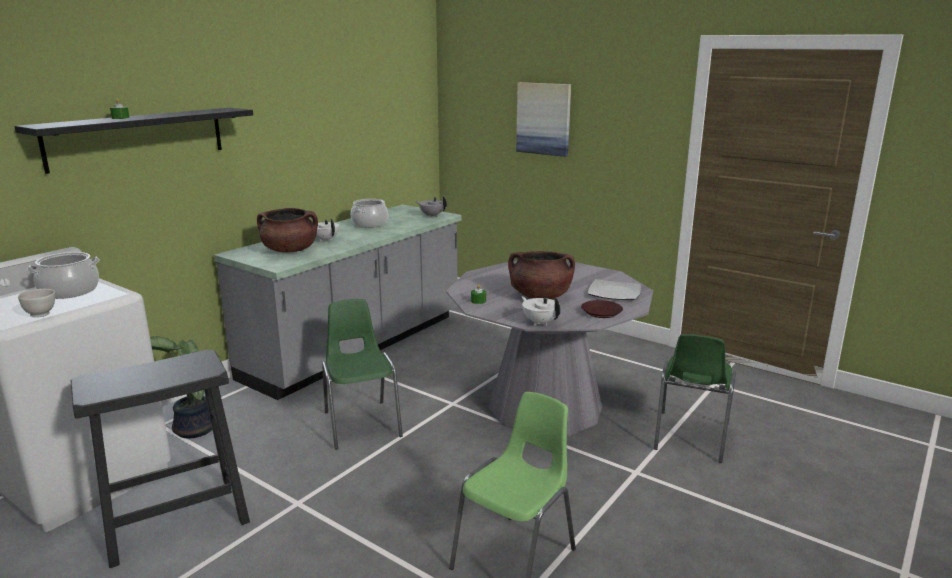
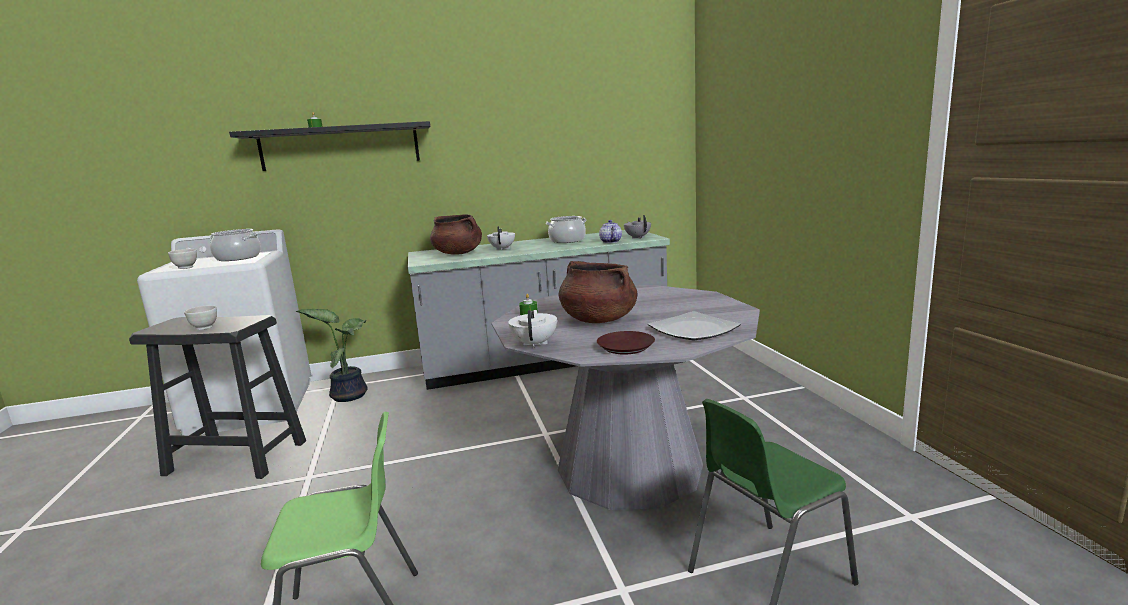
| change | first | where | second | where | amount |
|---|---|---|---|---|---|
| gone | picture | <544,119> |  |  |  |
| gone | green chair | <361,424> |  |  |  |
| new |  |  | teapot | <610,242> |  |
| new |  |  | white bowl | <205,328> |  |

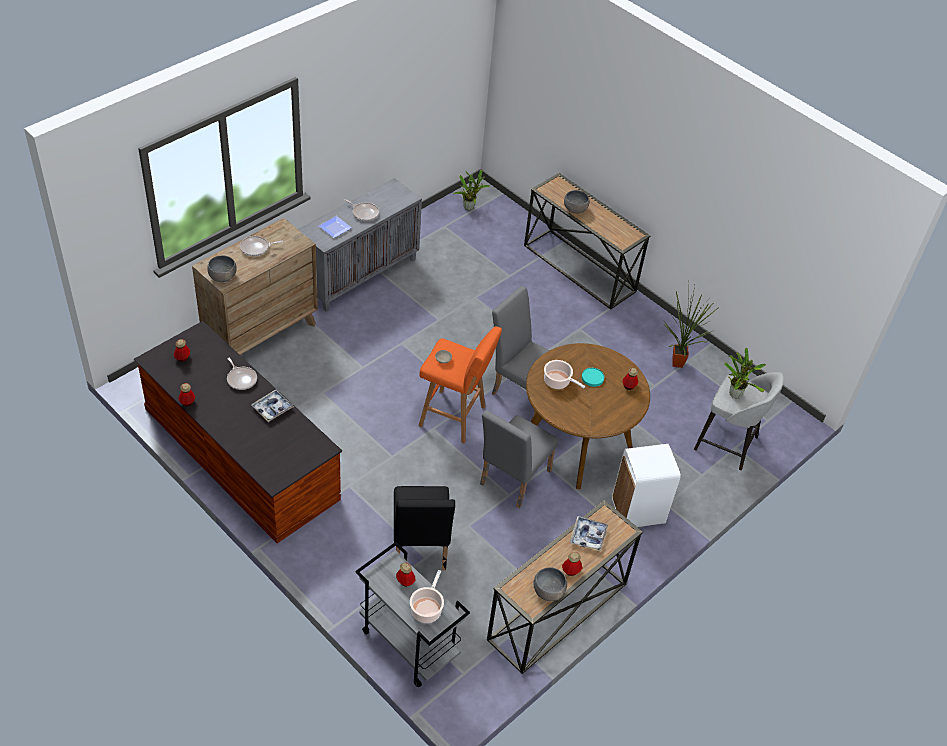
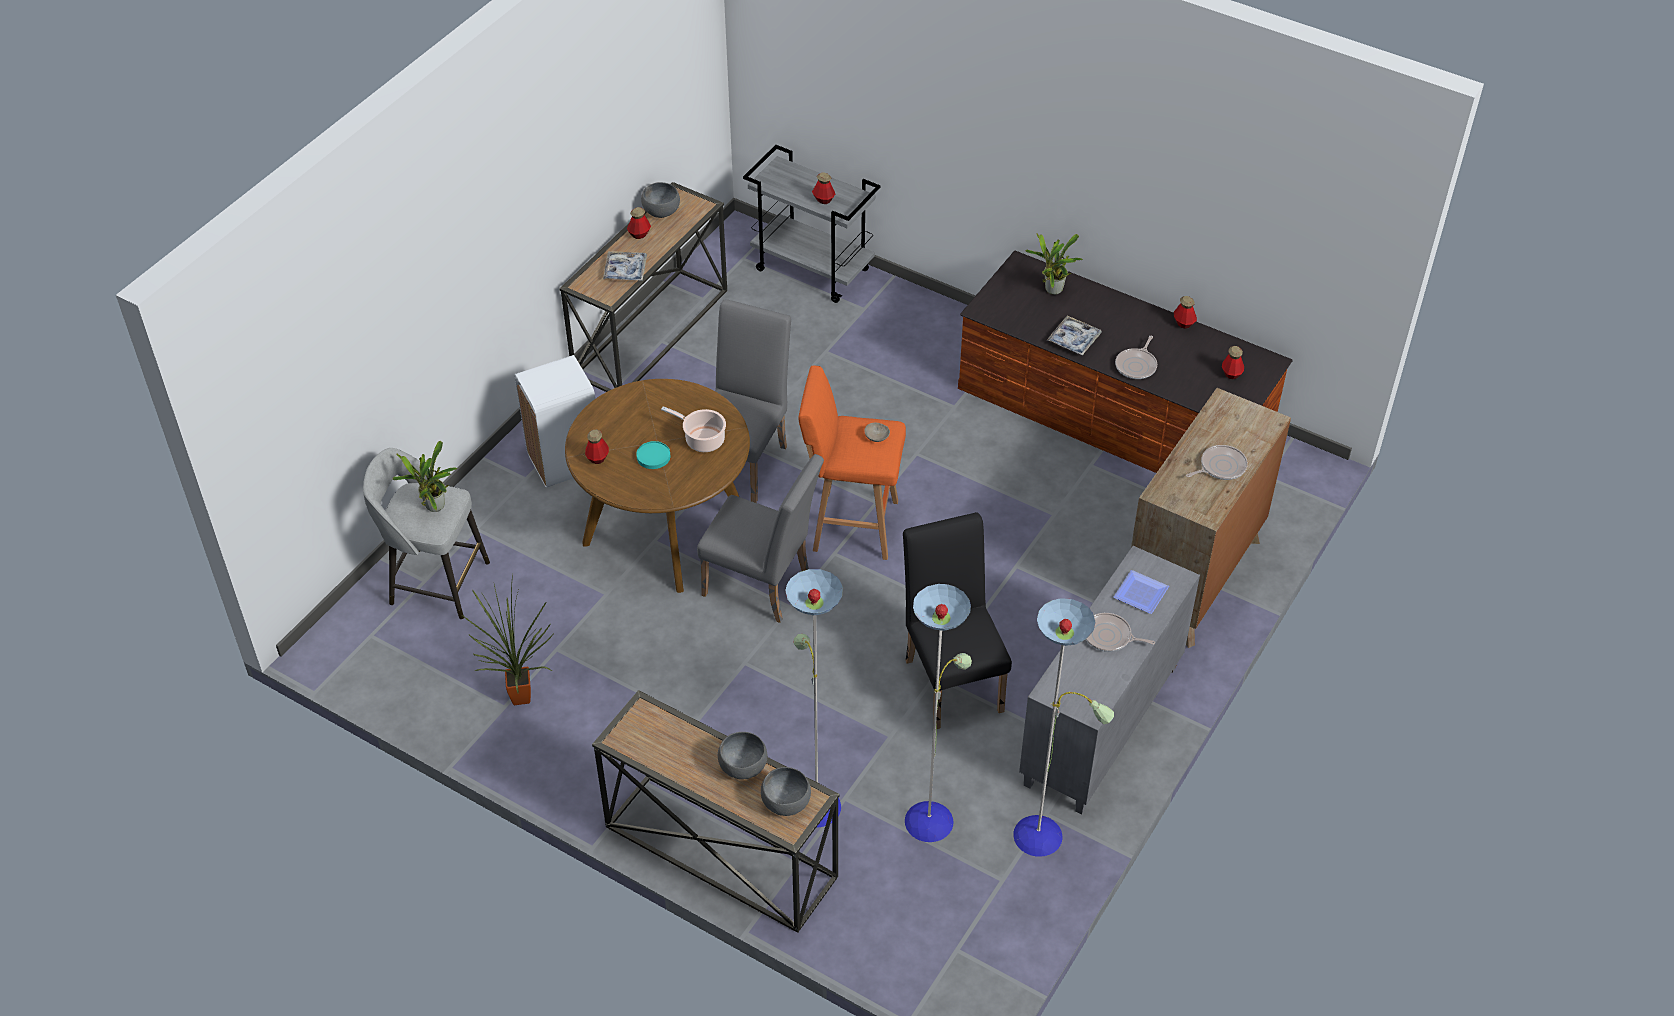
| change | first | where | second | where | amount |
|---|---|---|---|---|---|
| shifted | potted plant | <470,207> |  | <1052,291> |  |
| shifted | grey bowl | <222,277> |  | <786,802> |  |
| rotated | frying pan | <241,379> |  | <1137,365> | 105 degrees counterclockwise |
| shifted | black chair | <419,549> |  | <952,678> |  |
| gone | cooking pot | <427,609> |  |  |  |
| new |  |  | floor lamp | <929,818> |  |

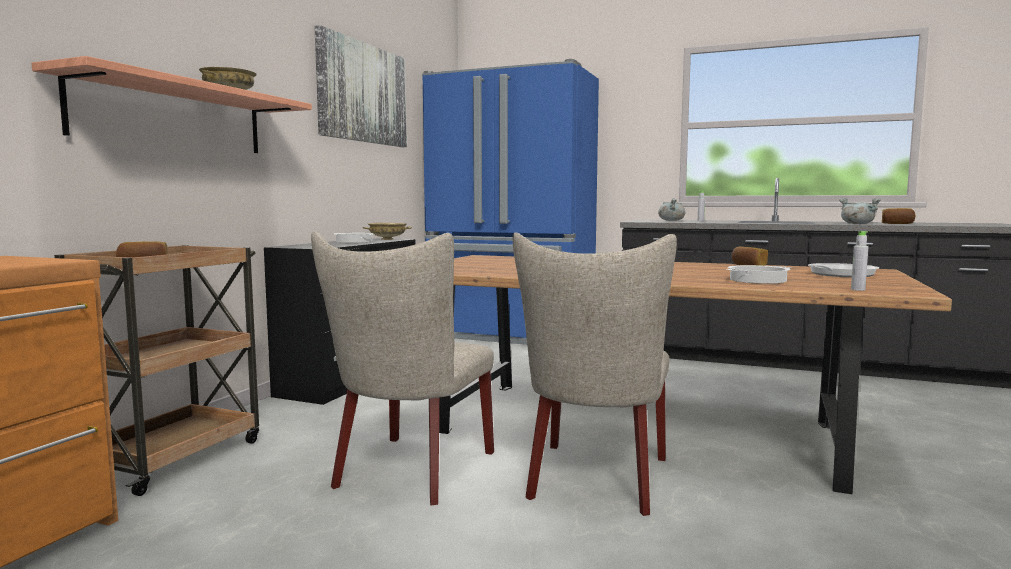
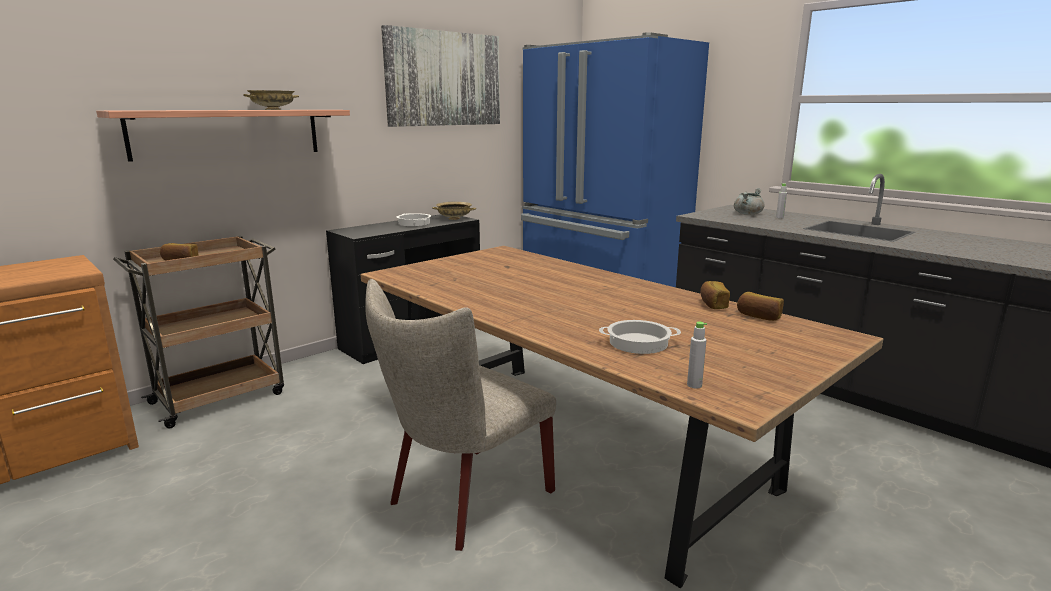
| change | first | where | second | where | amount |
|---|---|---|---|---|---|
| gone | grey cooking pot | <856,224> |  |  |  |
| shifted | bread | <897,223> |  | <758,316> |  |
| gone | beige chair | <409,473> |  |  |  |
| gone | frying pan | <838,274> |  |  |  |

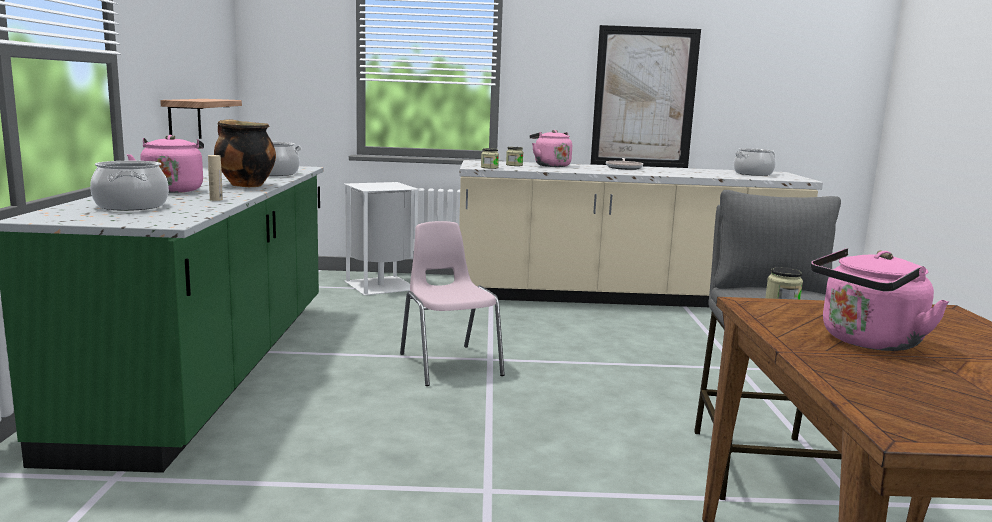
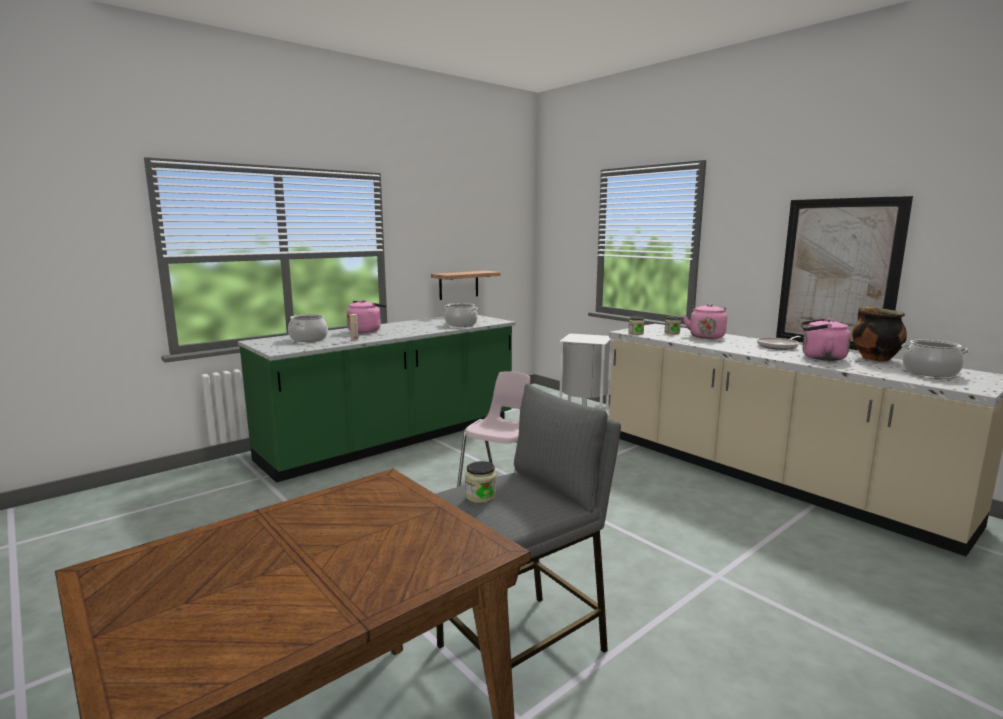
| change | first | where | second | where | amount |
|---|---|---|---|---|---|
| shifted | cooking pot | <244,185> |  | <873,358> |  |
| shifted | pink kettle | <867,342> |  | <820,357> |  |

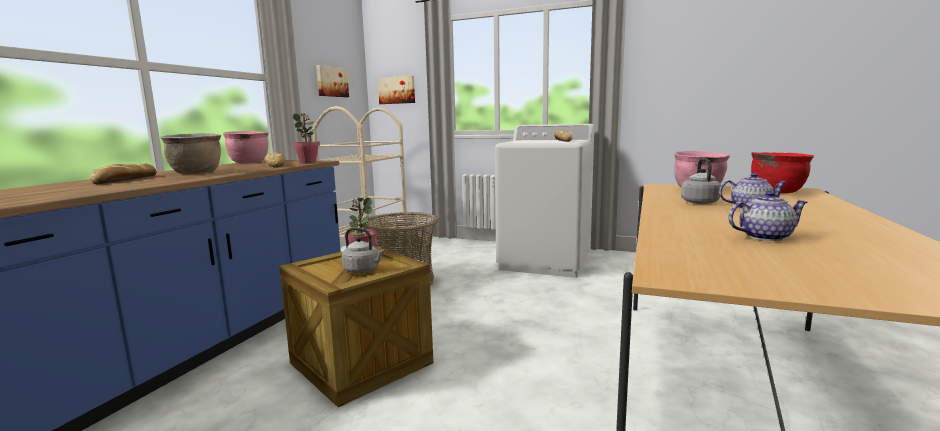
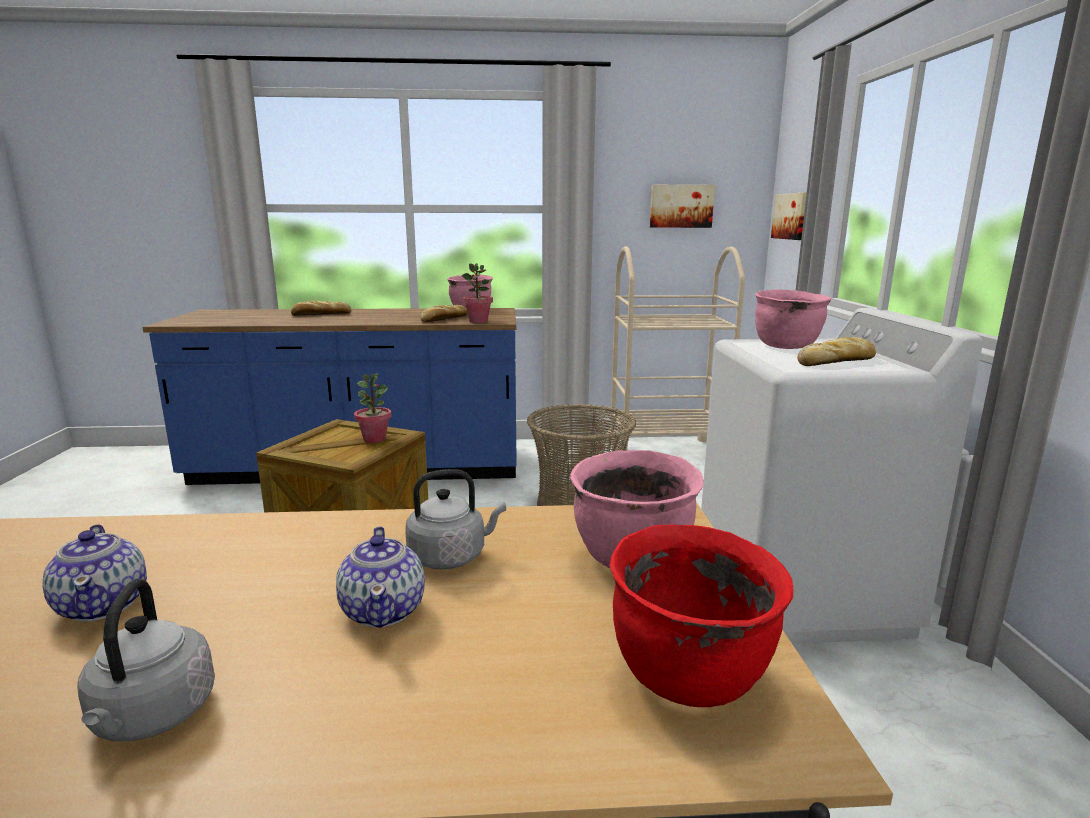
| change | first | where | second | where | amount |
|---|---|---|---|---|---|
| gone | brown cooking pot | <197,173> |  |  |  |
| shifted | grey kettle | <363,270> |  | <152,717> |  |
| new |  |  | pink cooking pot | <787,346> |  |

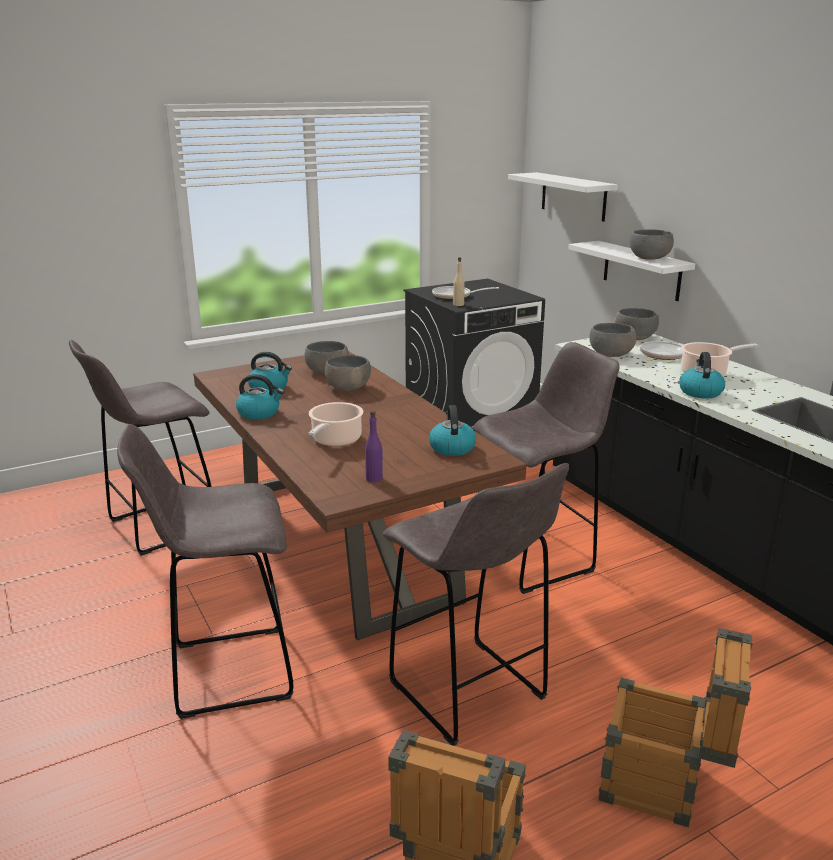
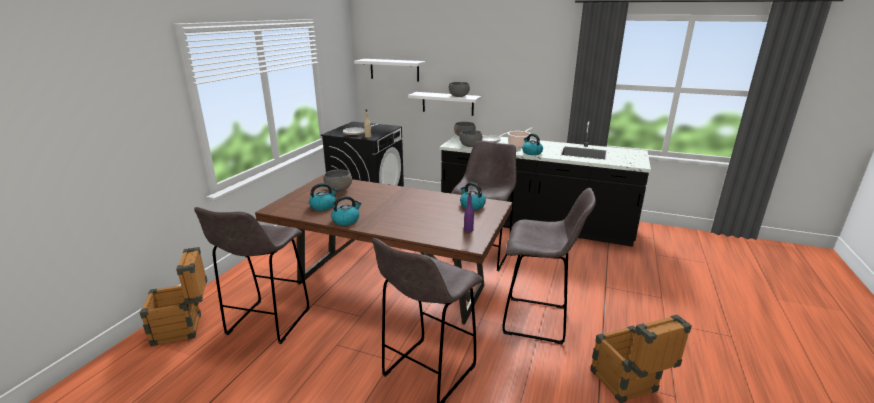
| change | first | where | second | where | amount |
|---|---|---|---|---|---|
| gone | grey bowl | <348,387> |  |  |  |
| gone | cooking pot | <335,440> |  |  |  |
| shifted | crate | <663,787> |  | <184,328> |  |

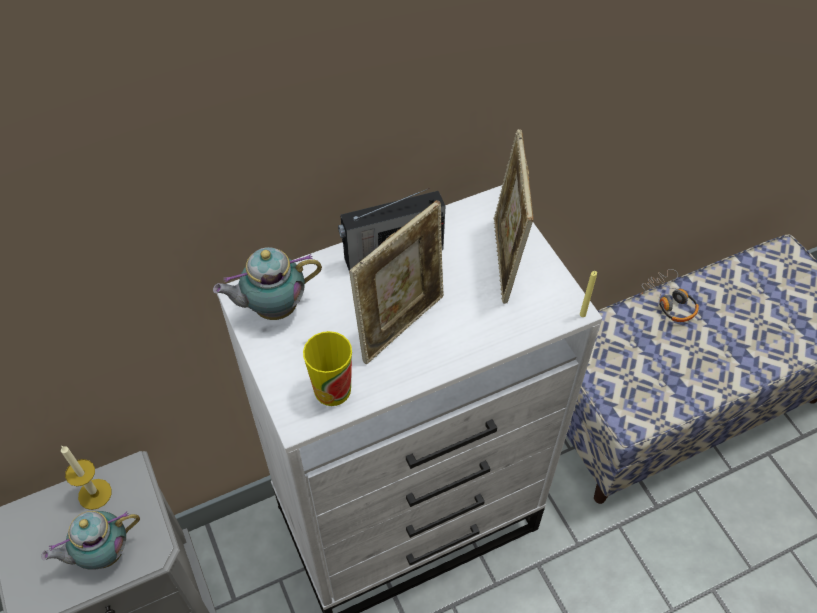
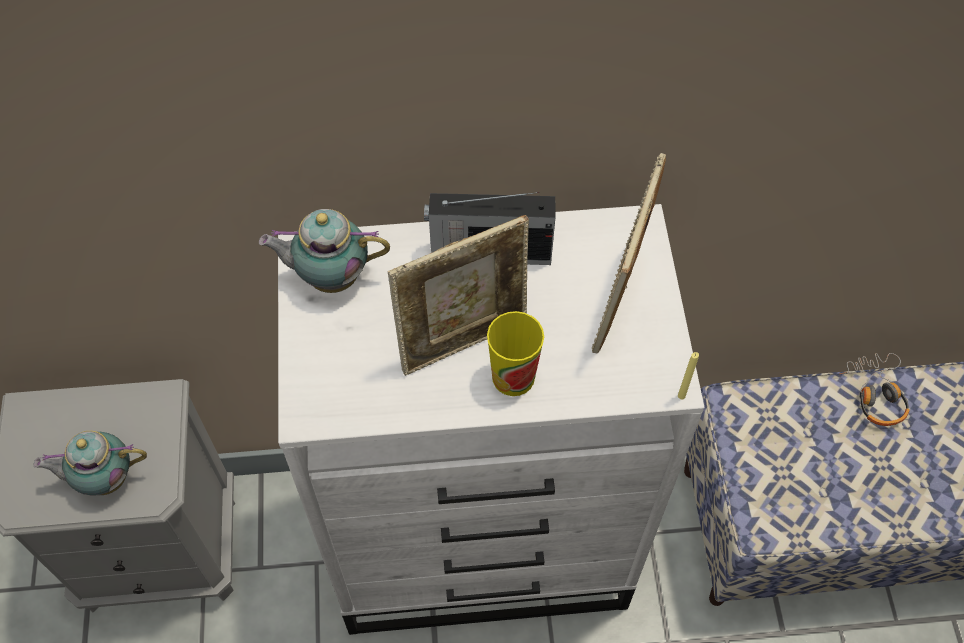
| change | first | where | second | where | amount |
|---|---|---|---|---|---|
| shifted | cup | <332,390> |  | <513,377> |  |
| gone | candle | <95,494> |  |  |  |

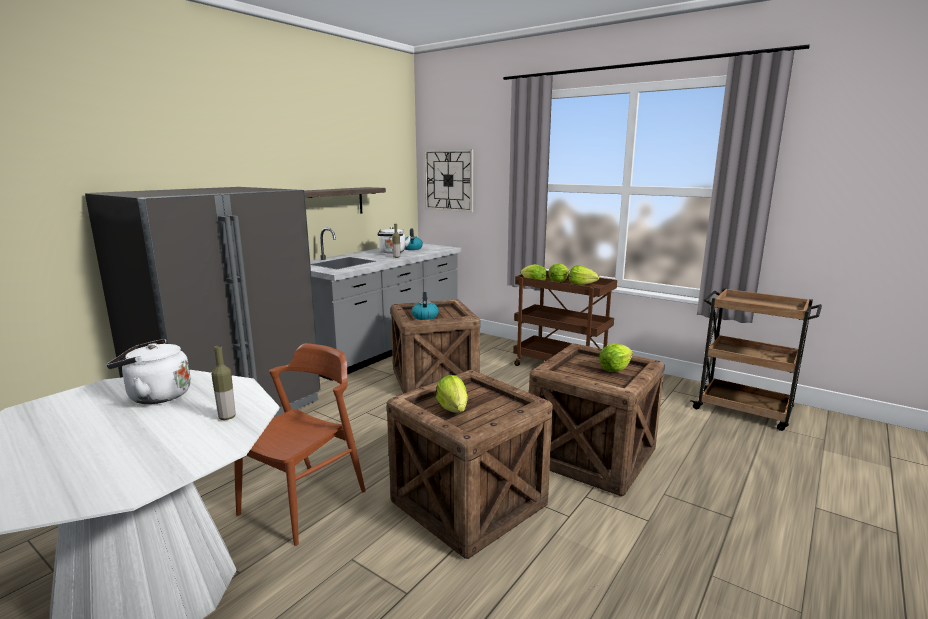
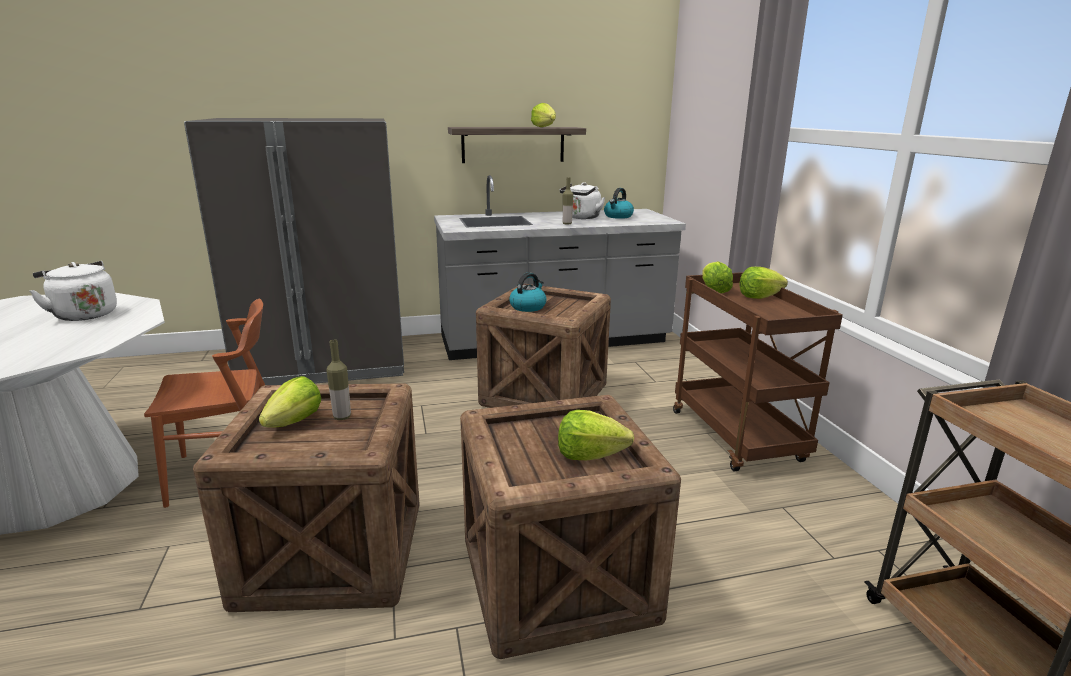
| change | first | where | second | where | amount |
|---|---|---|---|---|---|
| gone | wall clock | <449,180> |  |  |  |
| shifted | lettuce | <581,284> |  | <544,127> |  |
| shifted | bottle | <227,417> |  | <342,417> |  |

